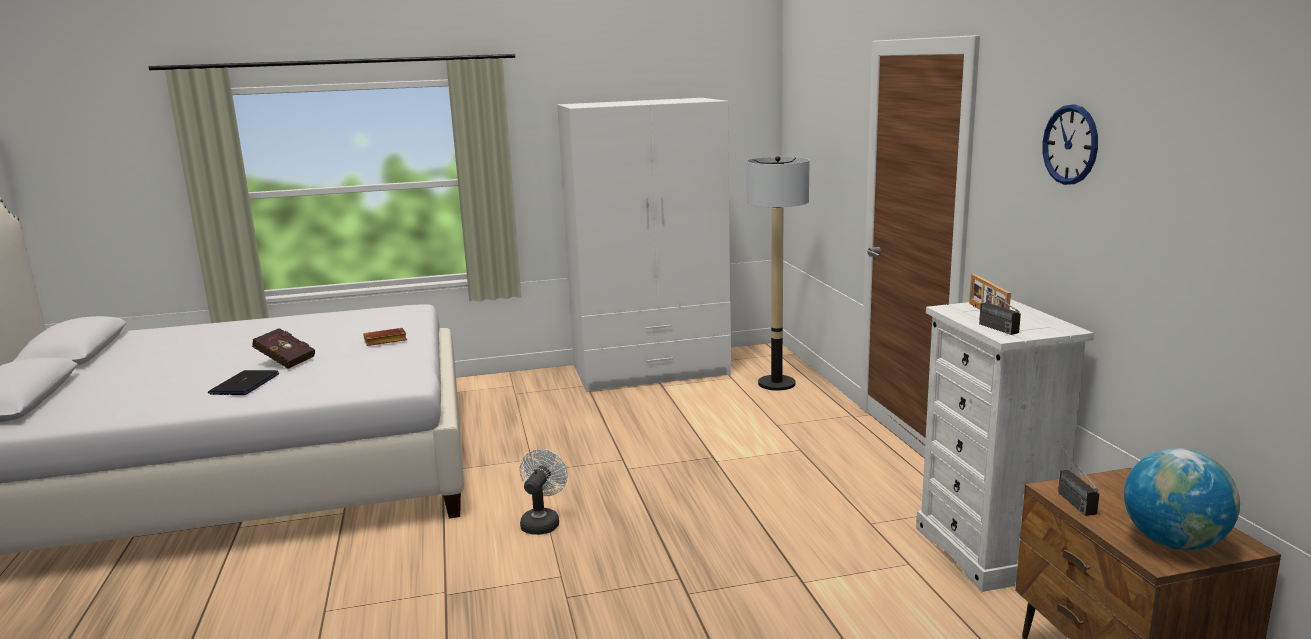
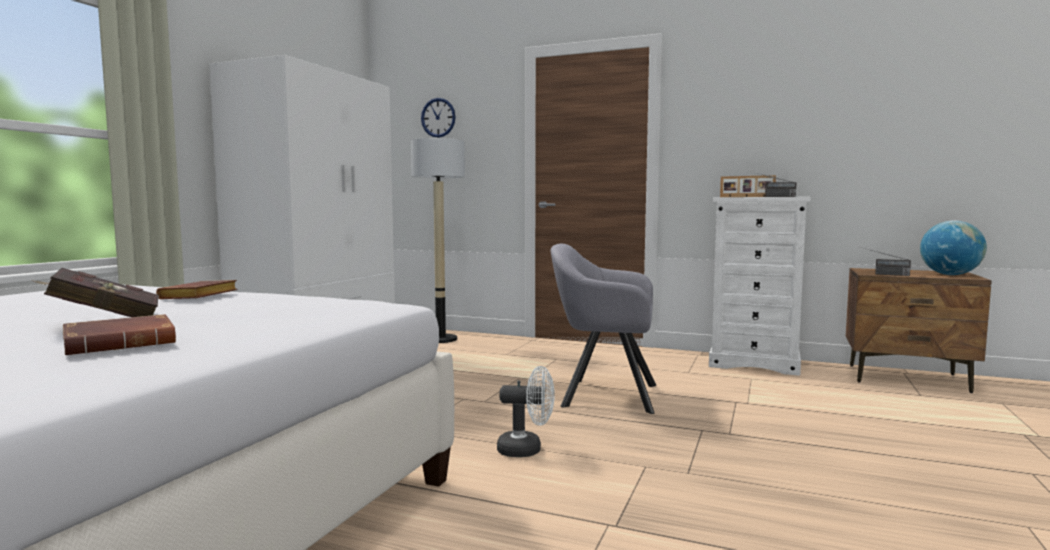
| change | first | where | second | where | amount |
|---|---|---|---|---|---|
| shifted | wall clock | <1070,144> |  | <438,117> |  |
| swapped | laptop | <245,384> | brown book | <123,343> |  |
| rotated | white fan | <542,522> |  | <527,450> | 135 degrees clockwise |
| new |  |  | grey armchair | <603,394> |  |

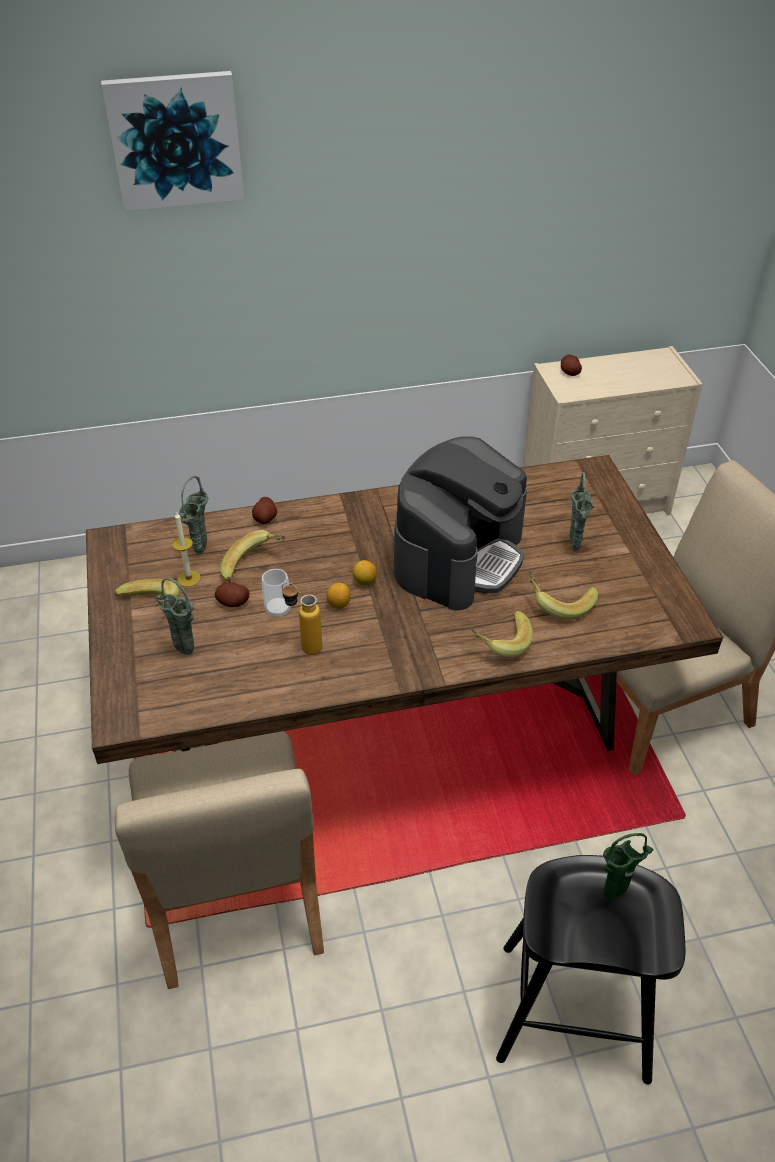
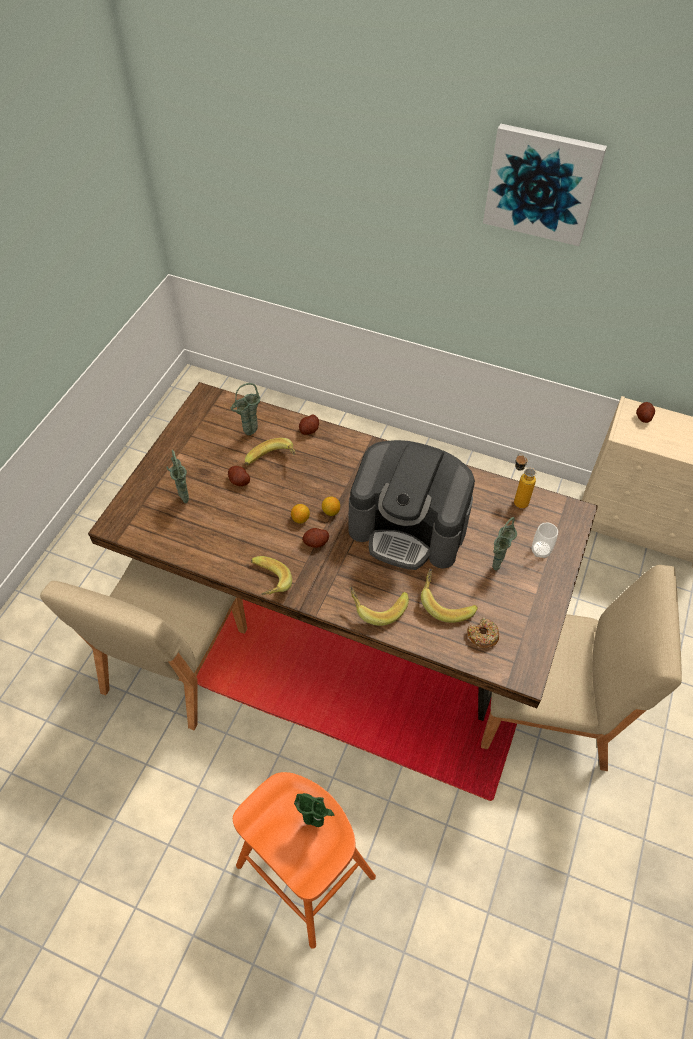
| change | first | where | second | where | amount |
|---|---|---|---|---|---|
| shifted | picture | <175,140> |  | <542,184> |  |
| rotated | coffee machine | <459,556> |  | <409,528> | 45 degrees clockwise |
| gone | candle | <189,578> |  |  |  |
| shifted | cup | <278,610> |  | <540,551> |  |
| shifted | banana | <148,608> |  | <267,584> |  |
| shifted | bottle | <304,646> |  | <517,499> |  |
| repainted | black stool | <573,1011> | orange stool | <305,870> |  |
| new |  |  | potato | <316,542> |  |
| new |  |  | donut | <482,636> |  |

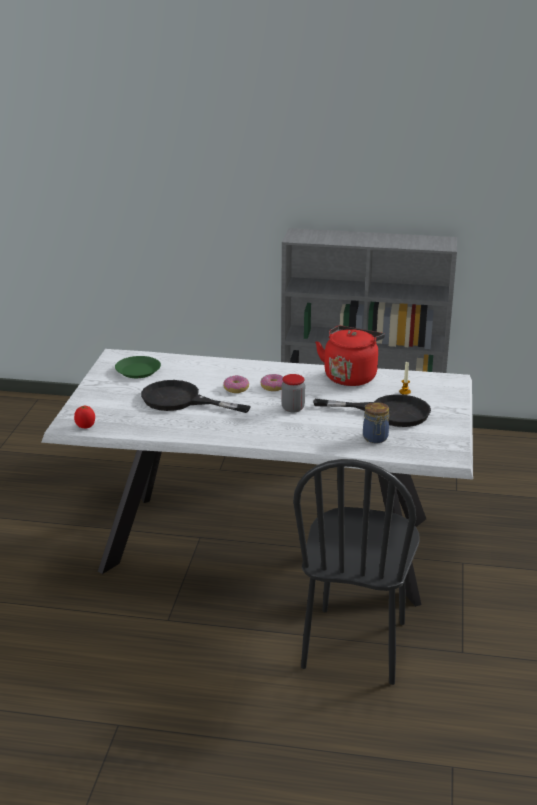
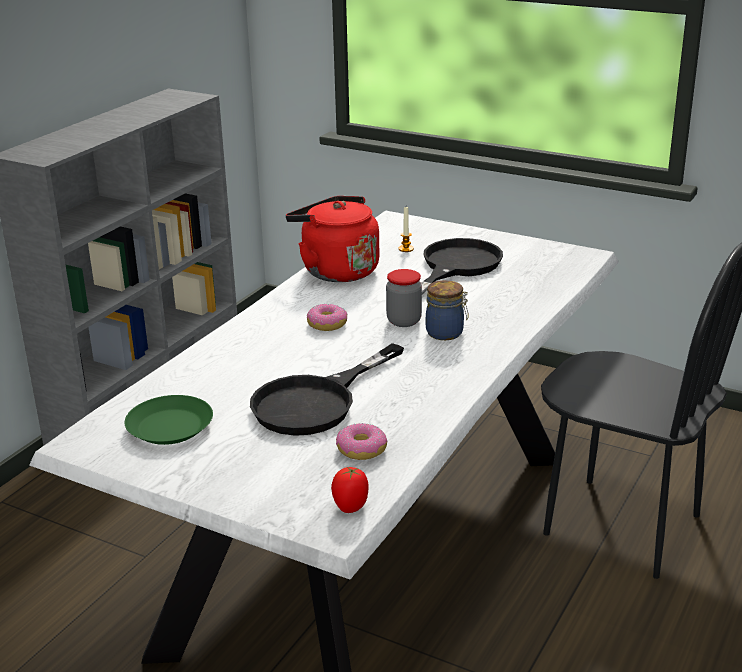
| change | first | where | second | where | amount |
|---|---|---|---|---|---|
| shifted | donut | <236,388> |  | <361,449> |  |
| shifted | jar | <375,438> |  | <446,333> |  |

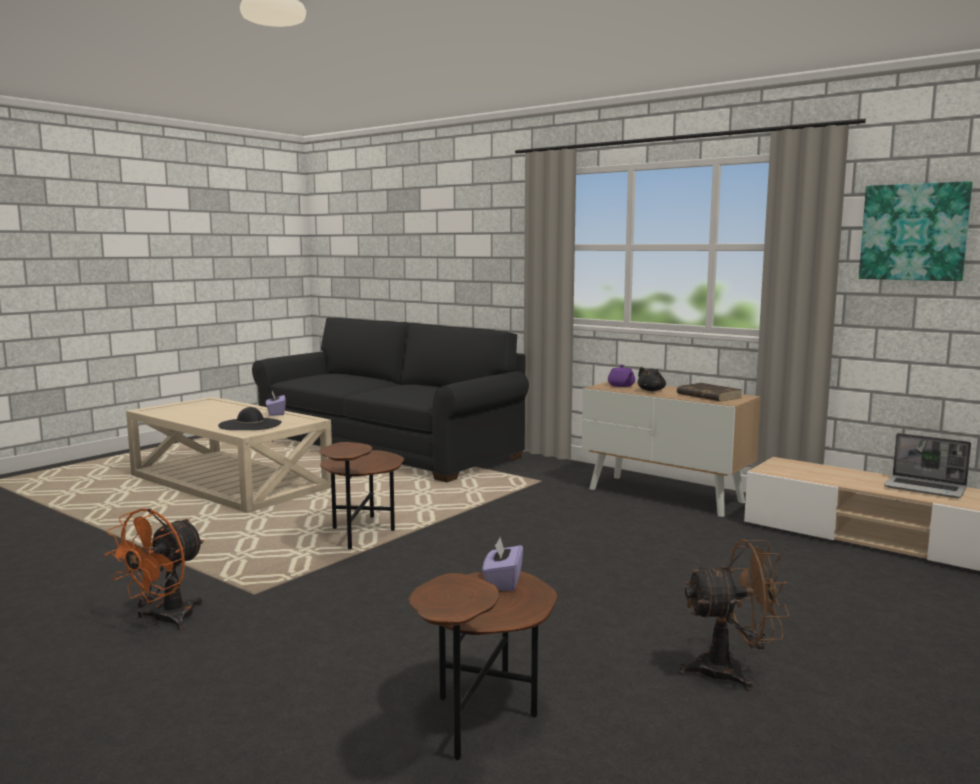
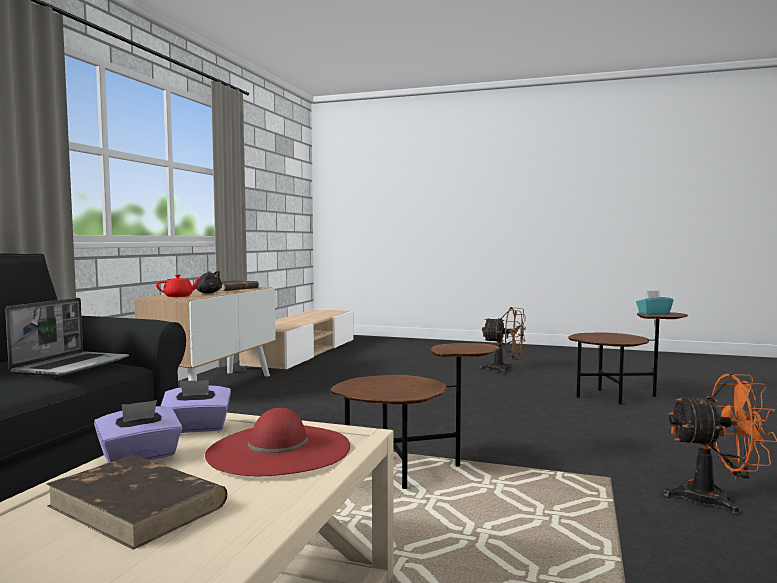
| change | first | where | second | where | amount |
|---|---|---|---|---|---|
| gone | picture | <914,232> |  |  |  |
| repainted | purple teapot | <621,386> | red teapot | <179,296> |  |
| repainted | black hat | <250,424> | red hat | <279,450> |  |
| shifted | laptop | <926,488> |  | <72,365> |  |
| shifted | purple tissue box | <502,582> |  | <196,428> |  |
| rotated | brown fan | <731,671> |  | <504,370> | 135 degrees clockwise |
| new |  |  | turquoise tissue box | <653,314> |  |
| new |  |  | brown book | <138,506> |  |

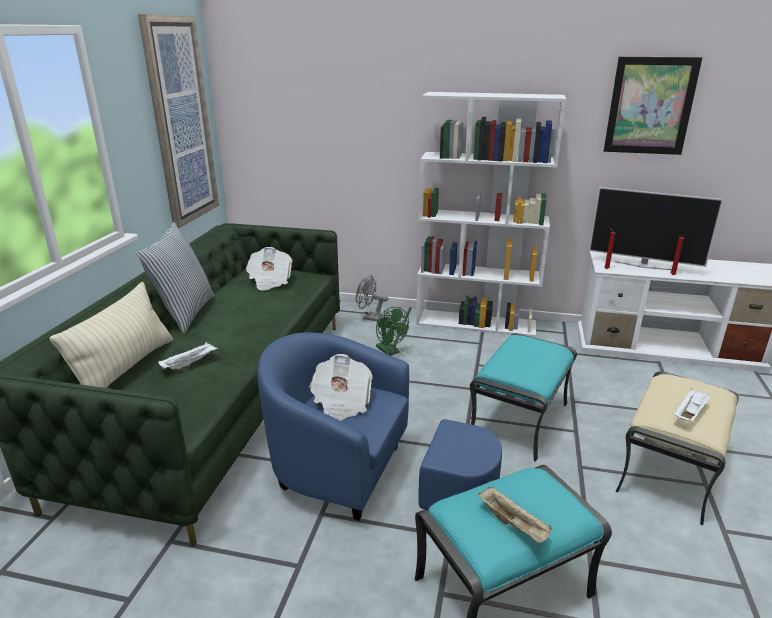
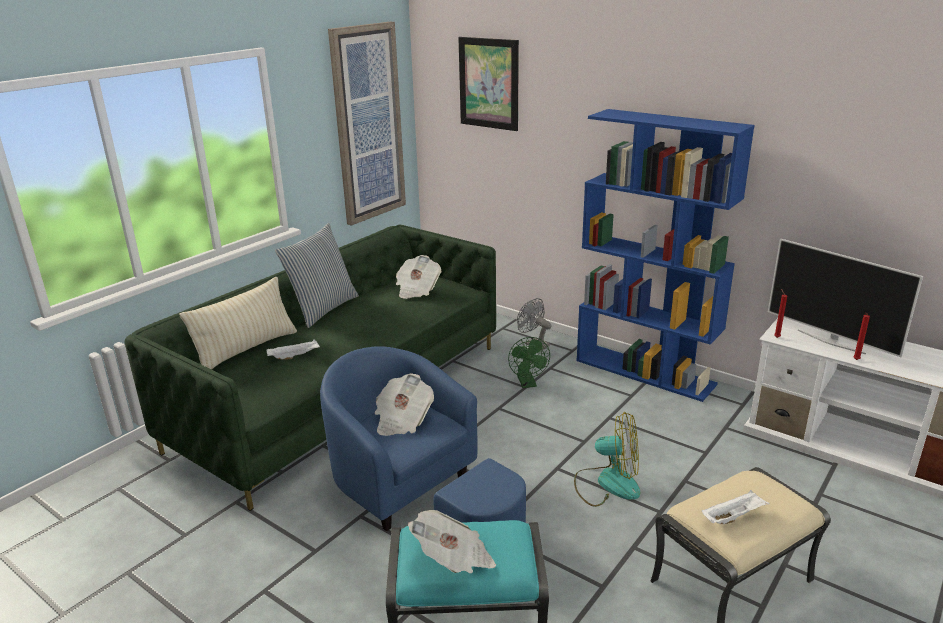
| change | first | where | second | where | amount |
|---|---|---|---|---|---|
| shifted | picture | <650,106> |  | <489,83> |  |
| repainted | white bookcase | <476,323> | blue bookcase | <645,372> |  |
| swapped | turquoise ottoman | <518,419> | fan | <607,483> |  |
| swapped | beige tray | <513,524> | newspaper | <454,559> |  |

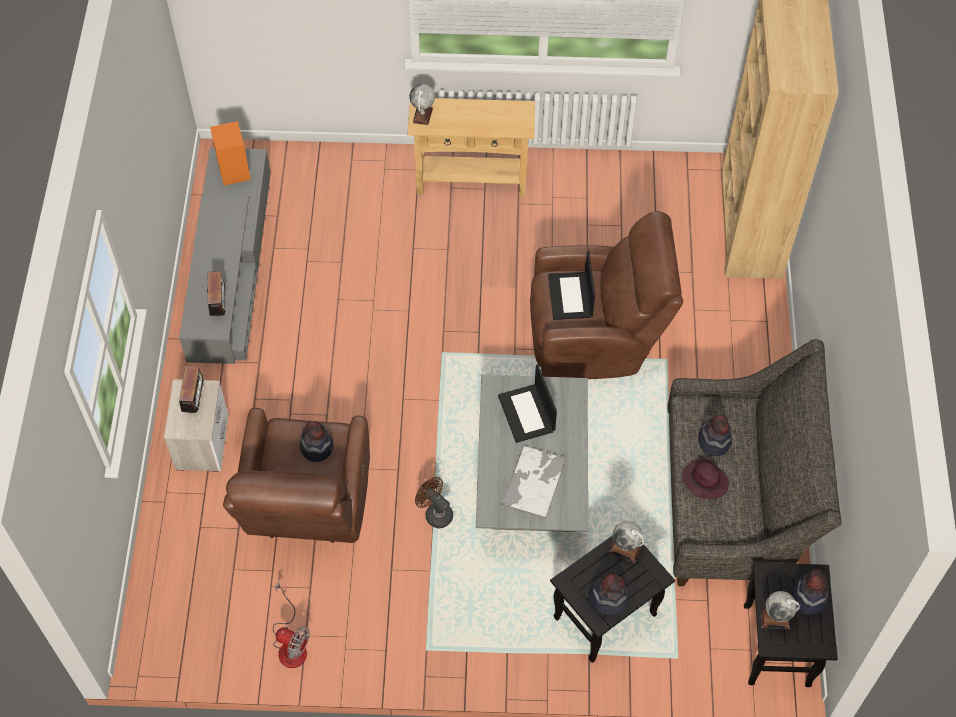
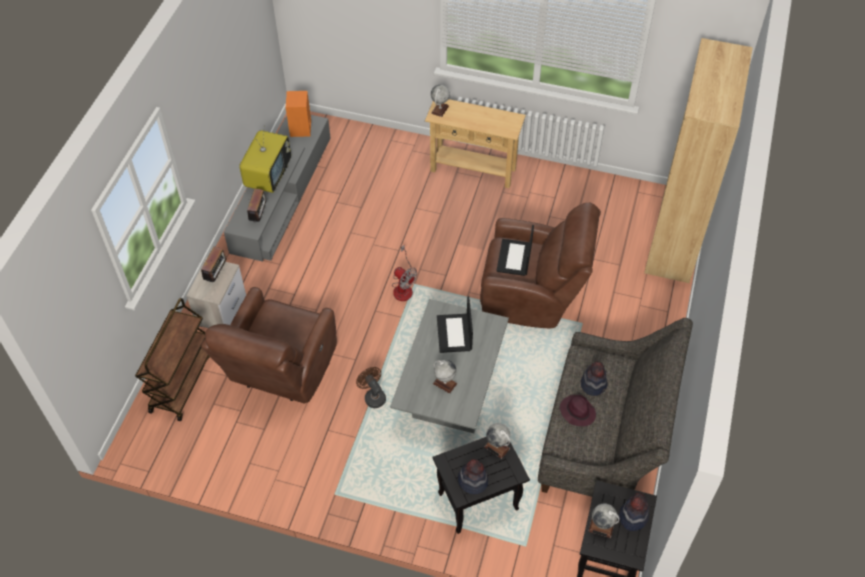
| change | first | where | second | where | amount |
|---|---|---|---|---|---|
| gone | hat | <317,447> |  |  |  |
| swapped | tray | <534,481> | globe | <444,383> |  |
| shifted | fan | <291,644> |  | <403,287> |  |
| new |  |  | television | <268,176> |  |
| new |  |  | brown cart | <182,382> |  |

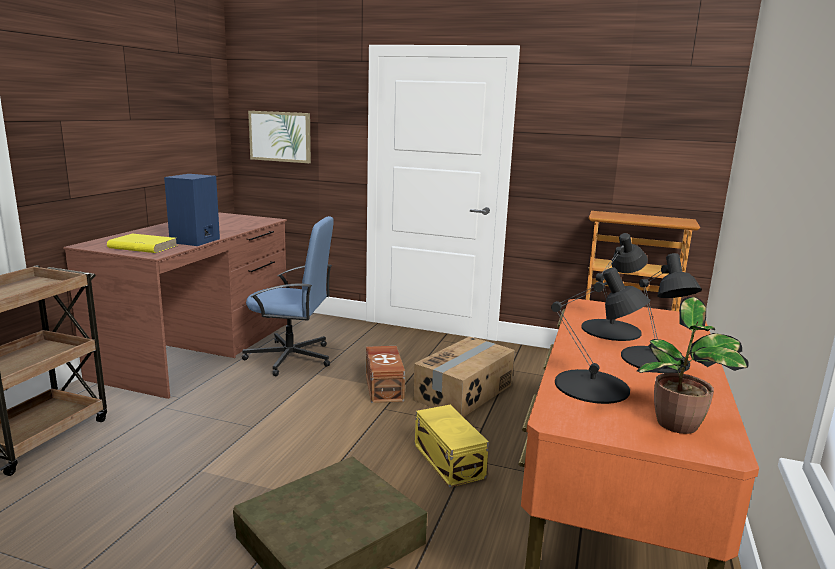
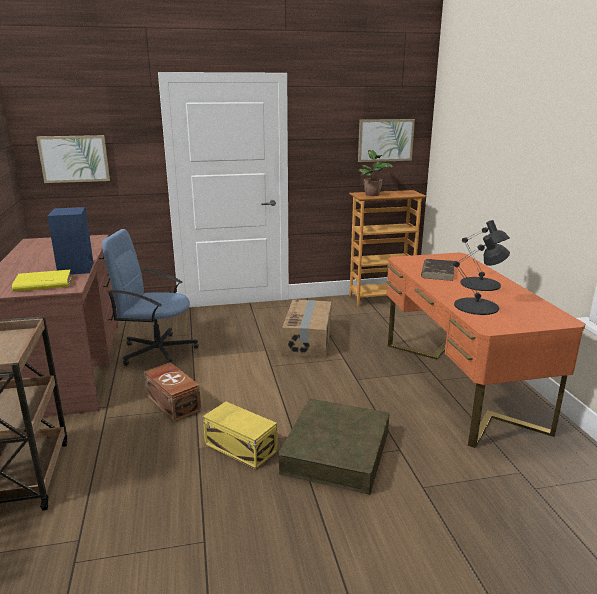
| change | first | where | second | where | amount |
|---|---|---|---|---|---|
| rotated | blue office chair | <291,358> |  | <157,351> | 150 degrees counterclockwise |
| swapped | black table lamp | <612,330> | brown book | <437,272> |  |
| shifted | potted plant | <678,425> |  | <373,195> |  |
| shifted | brown storage box | <384,387> |  | <173,402> |  |
| shifted | yellow storage box | <449,460> |  | <240,446> |  |
| new |  |  | picture | <385,140> |  |

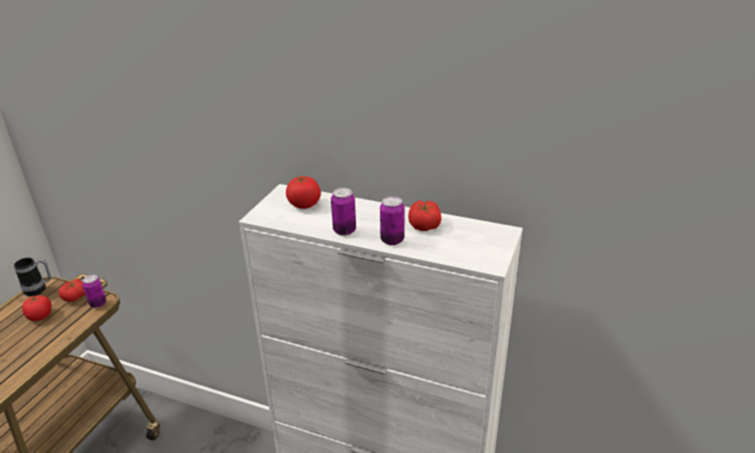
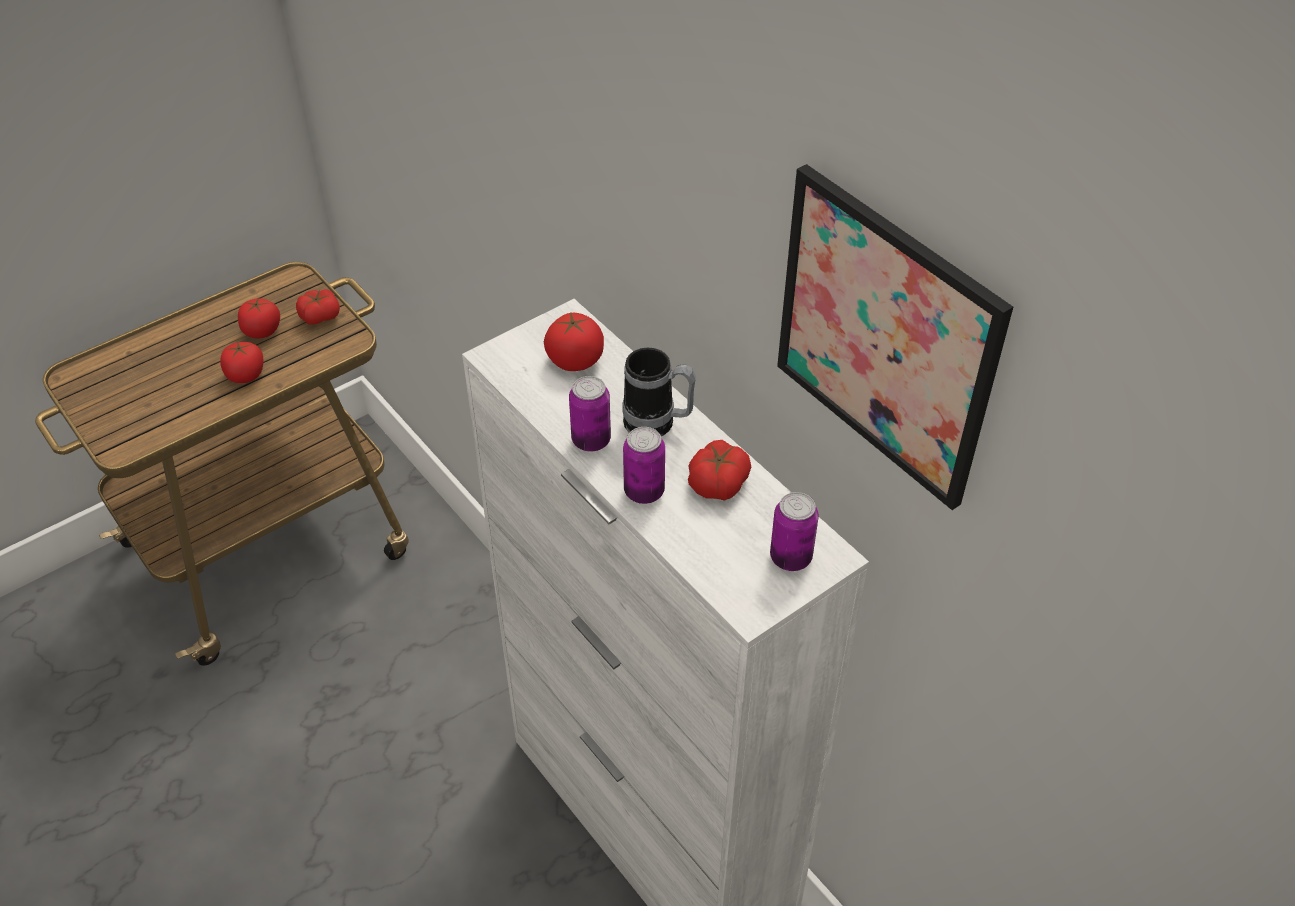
| change | first | where | second | where | amount |
|---|---|---|---|---|---|
| shifted | mug | <39,290> |  | <658,425> |  |
| shifted | can | <98,304> |  | <790,558> |  |
| new |  |  | picture | <885,337> |  |
| new |  |  | tomato | <246,375> |  |

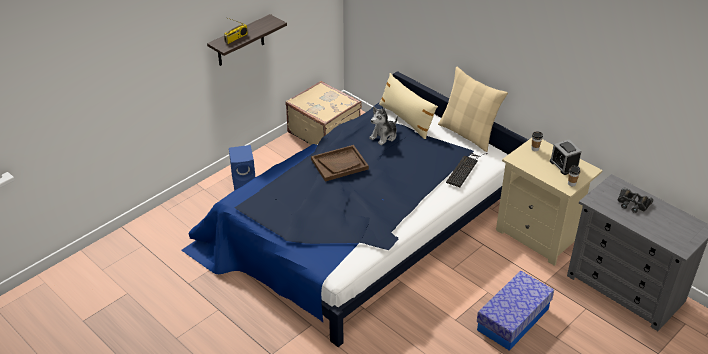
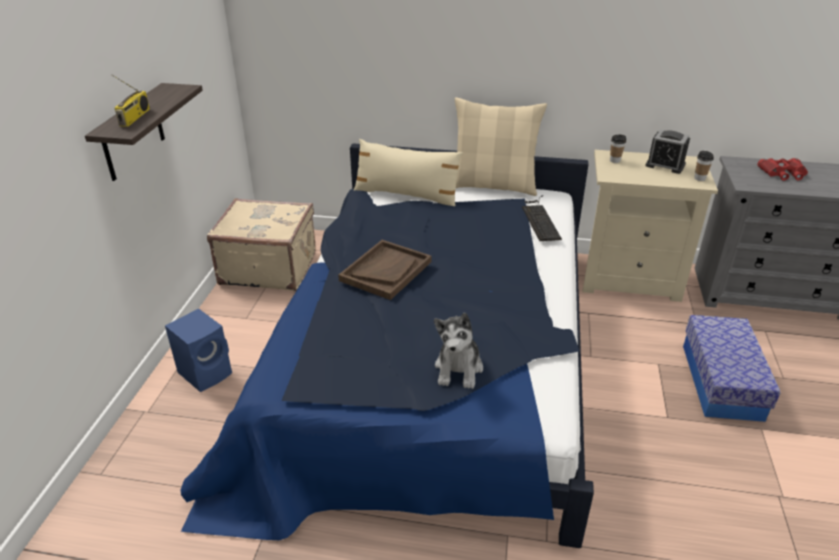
| change | first | where | second | where | amount |
|---|---|---|---|---|---|
| shifted | plush toy | <384,136> |  | <459,369> |  |
| repainted | black binoculars | <632,203> | red binoculars | <783,173> |  |

